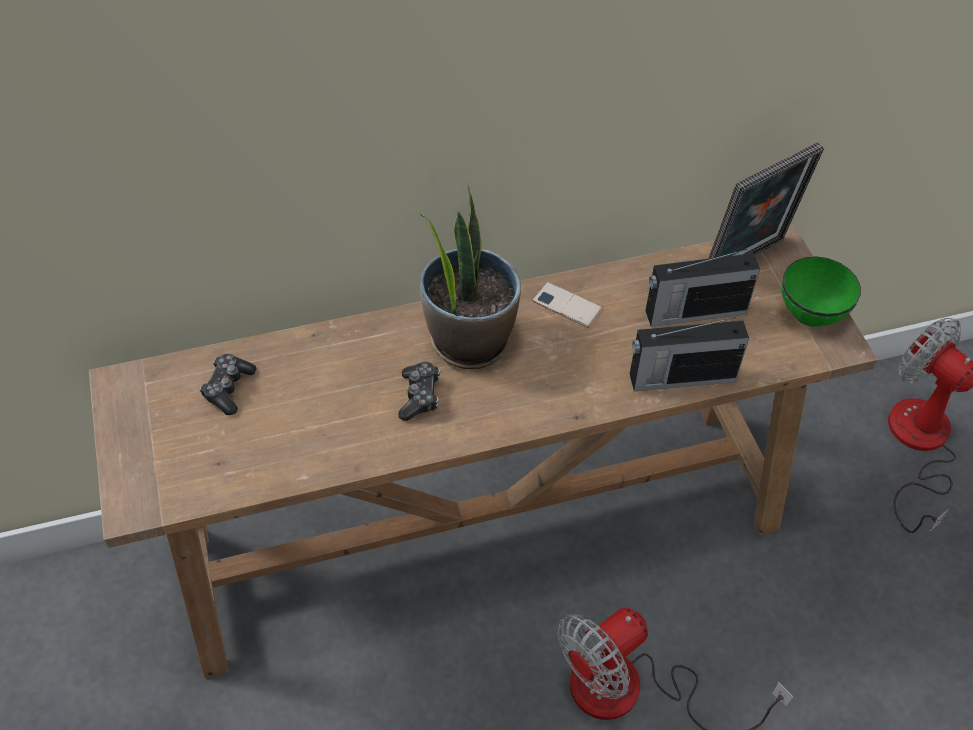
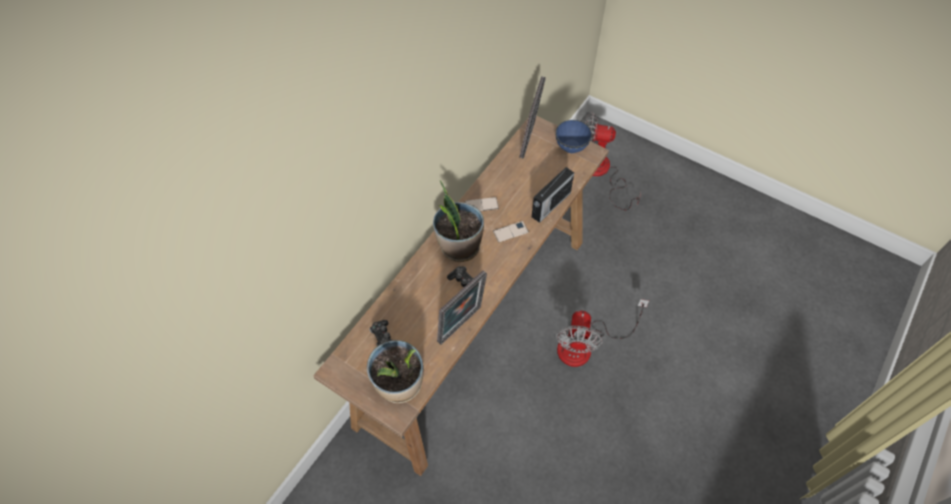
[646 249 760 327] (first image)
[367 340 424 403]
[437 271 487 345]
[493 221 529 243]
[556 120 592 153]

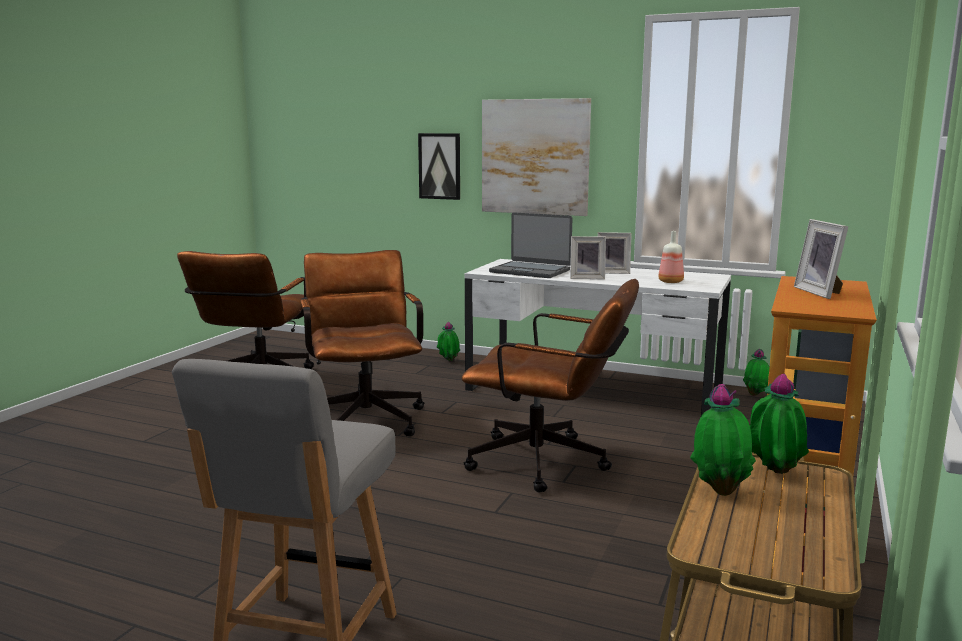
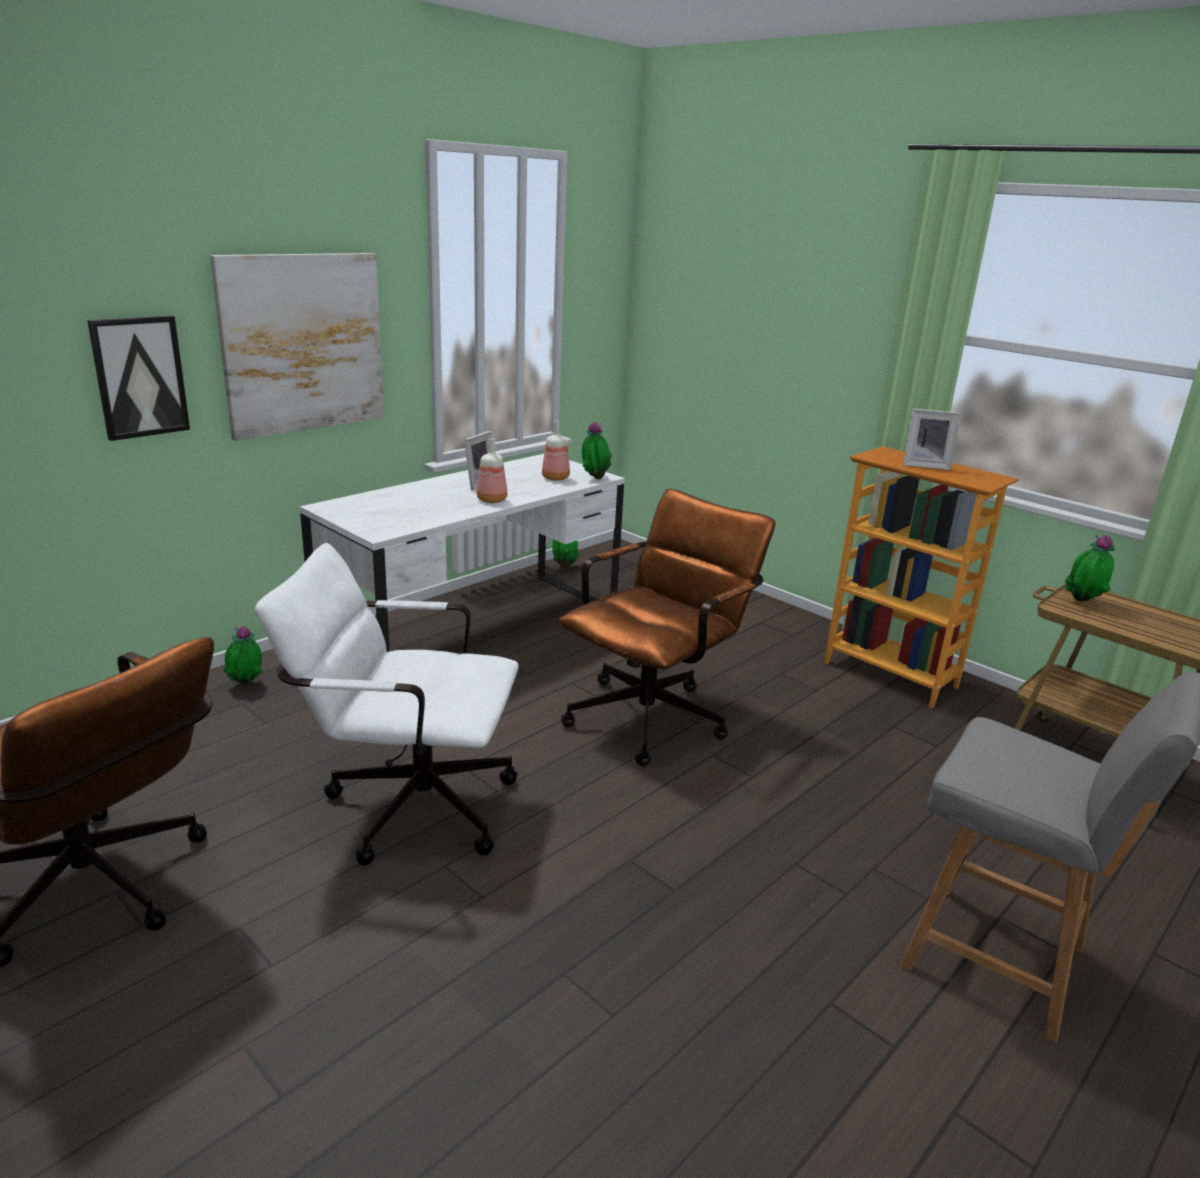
[489 212 572 278] (first image)
[582 422 612 479]
[477 438 507 503]
[255 543 519 865]

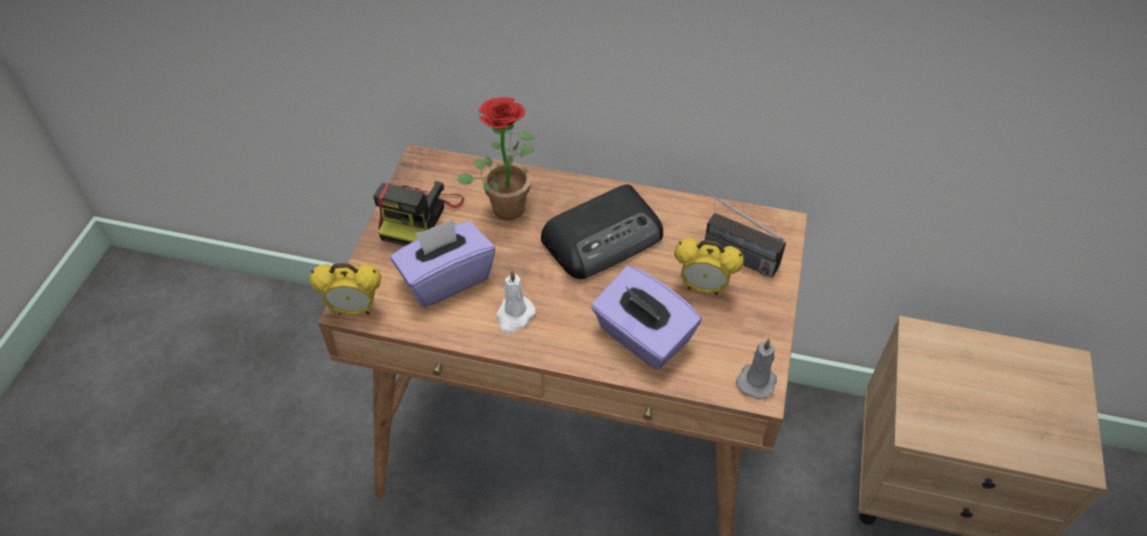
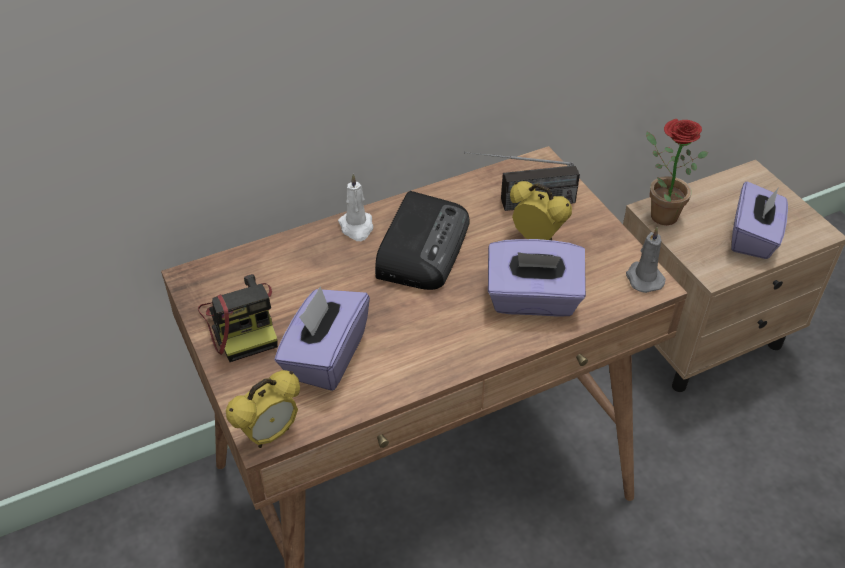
[731 181 788 259]
[646 119 708 225]
[338 174 374 241]
[510 181 572 240]

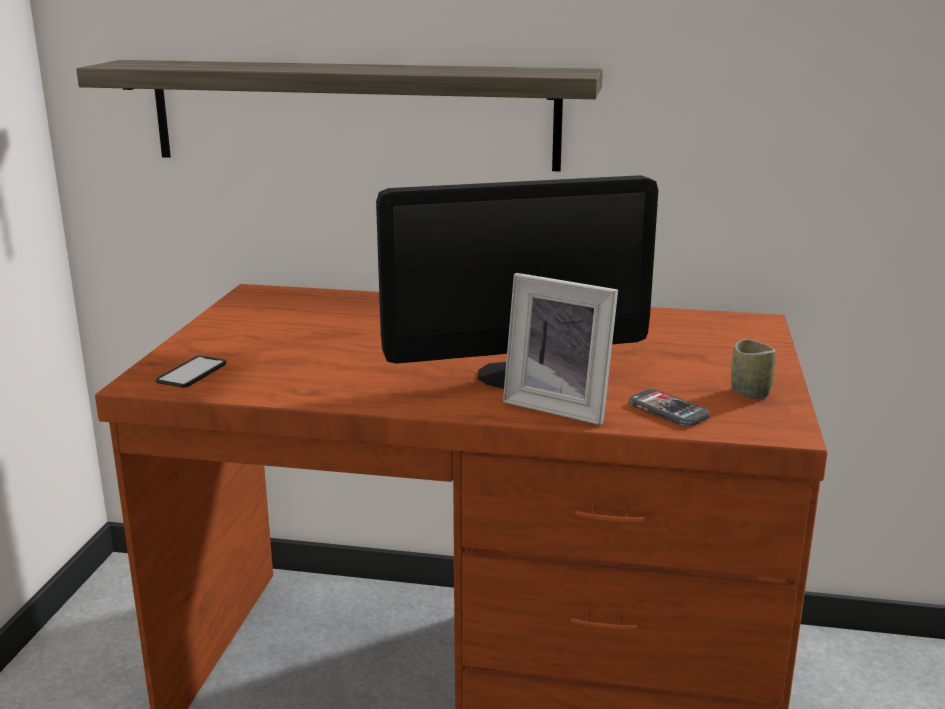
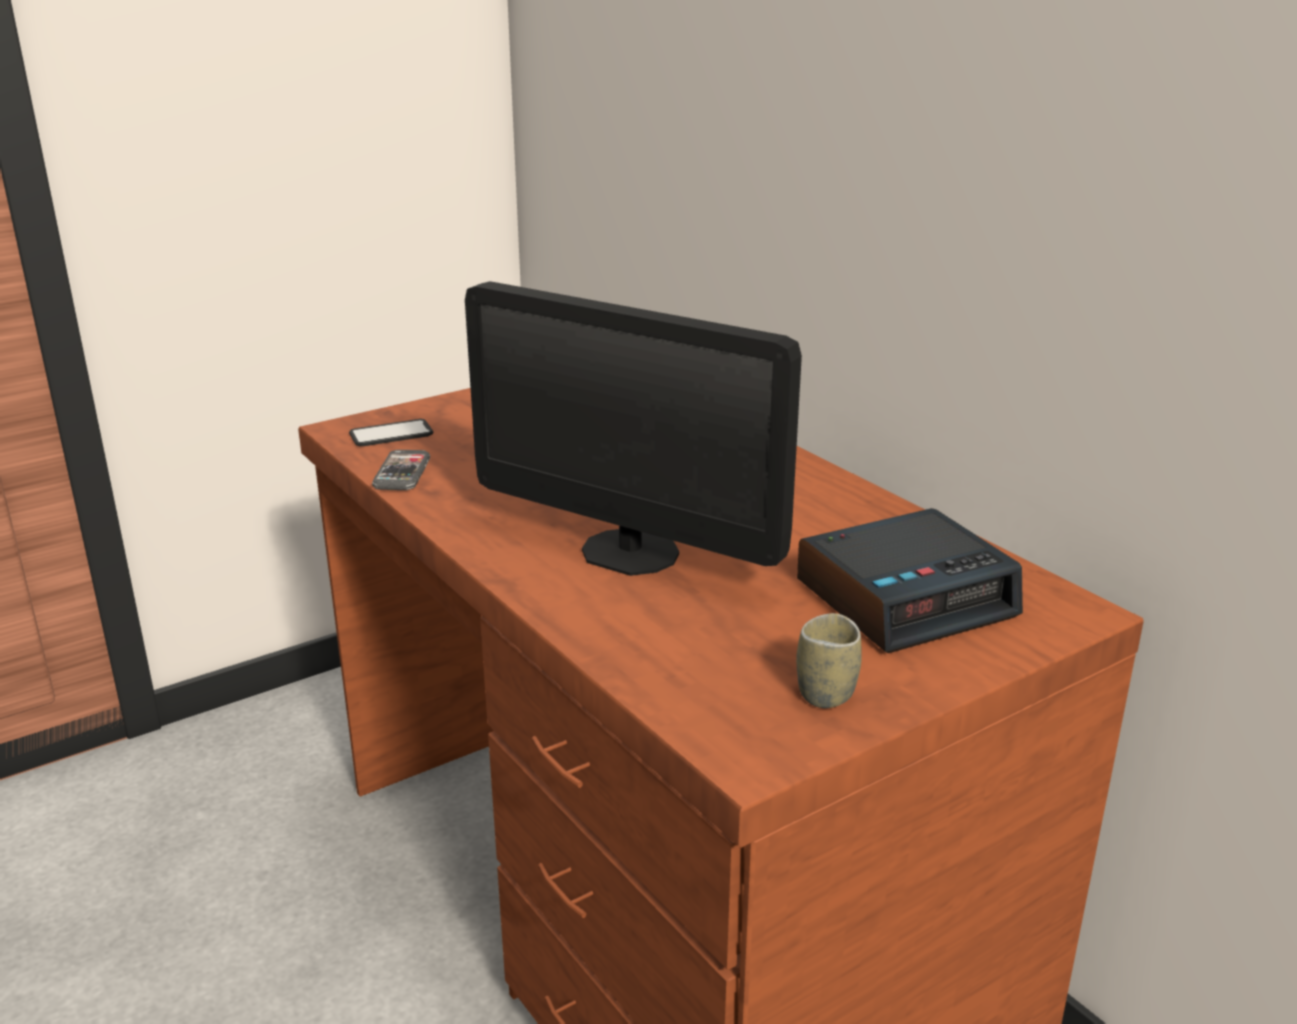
[76 60 603 171] (first image)
[503 273 618 425] (first image)
[797 508 1023 653]
[372 450 430 490]

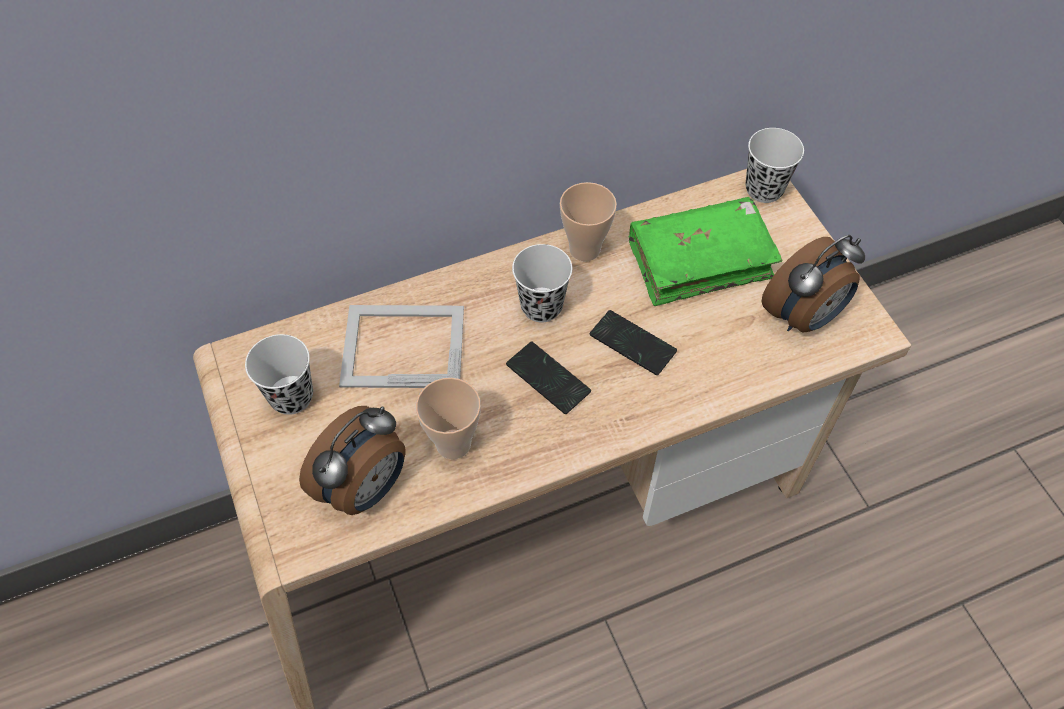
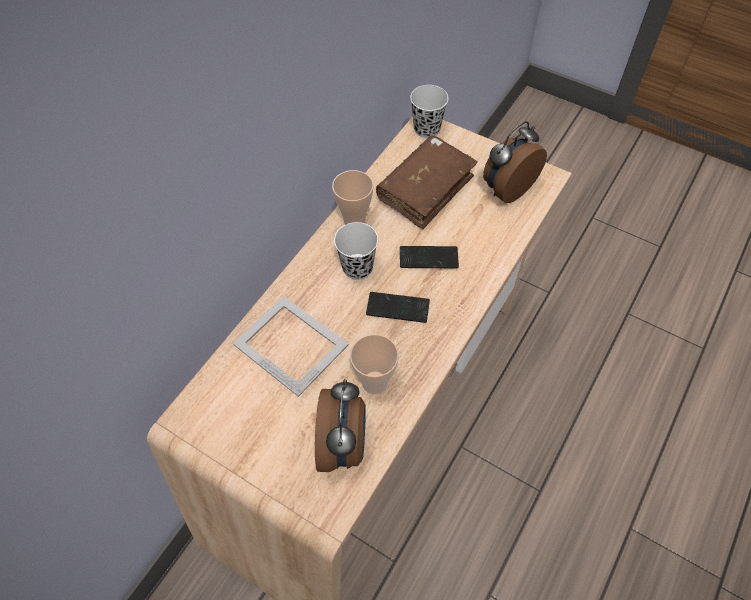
[245 334 313 415] (first image)
[376 136 478 229]
[233 296 349 397]
[483 121 547 203]

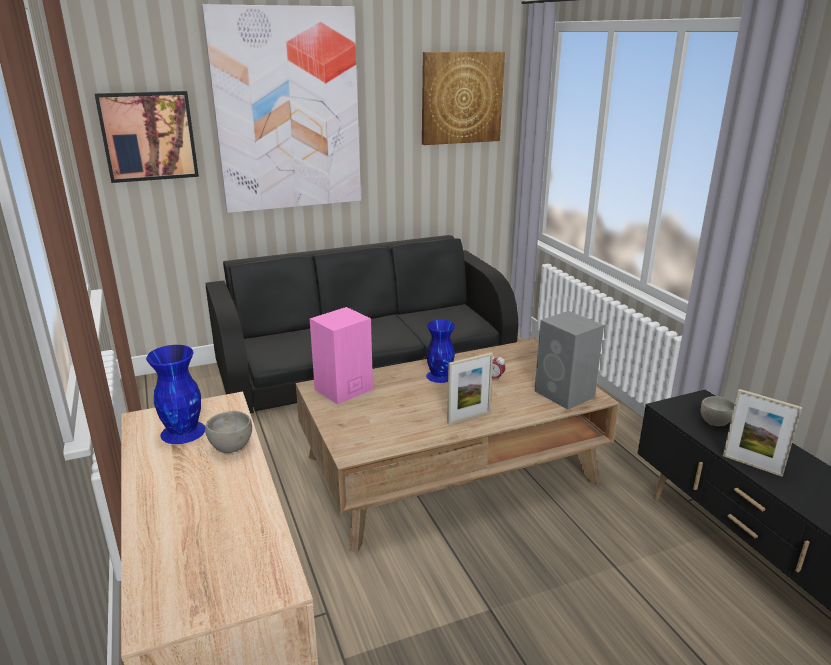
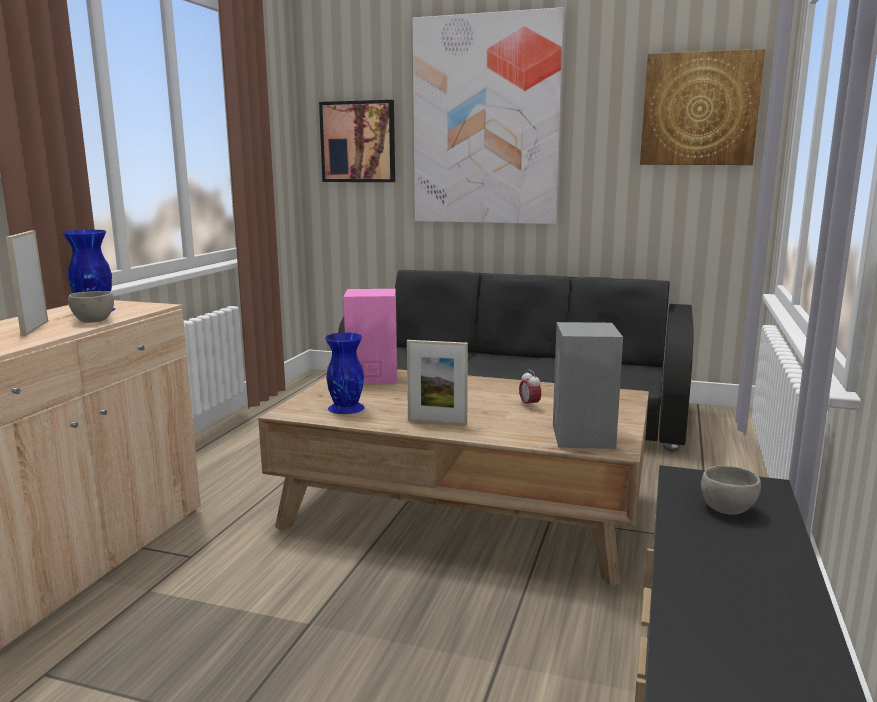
[325 332 365 414]
[6 231 48 336]

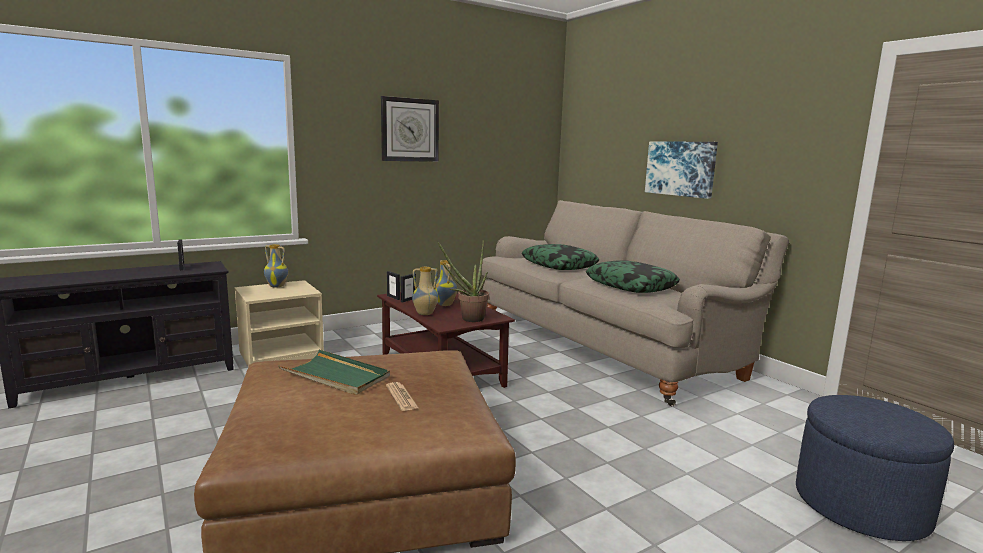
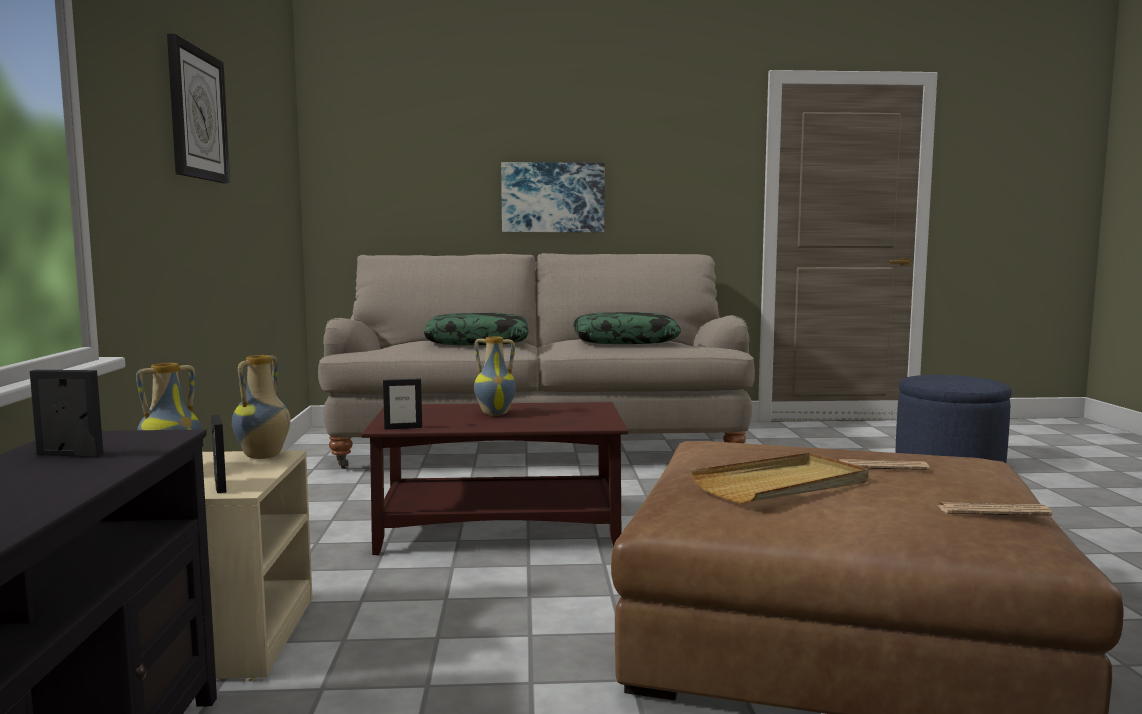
[437 241 489 322] (first image)
[937 502 1052 516]
[211 415 226 493]
[232 355 290 459]
[690 453 869 503]

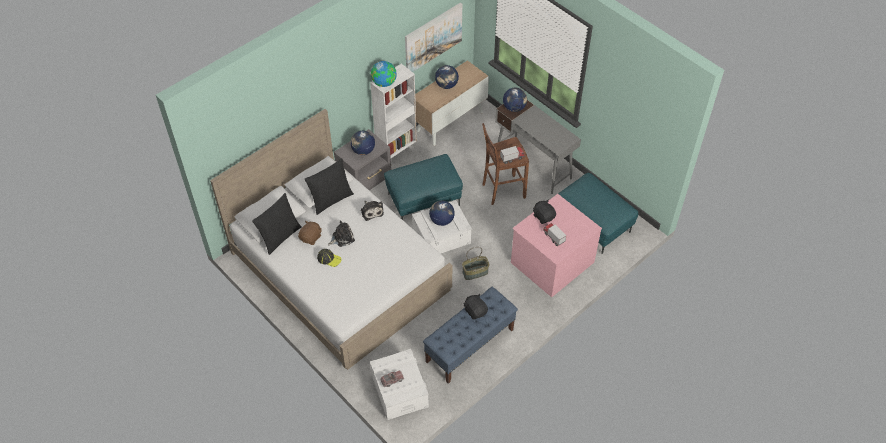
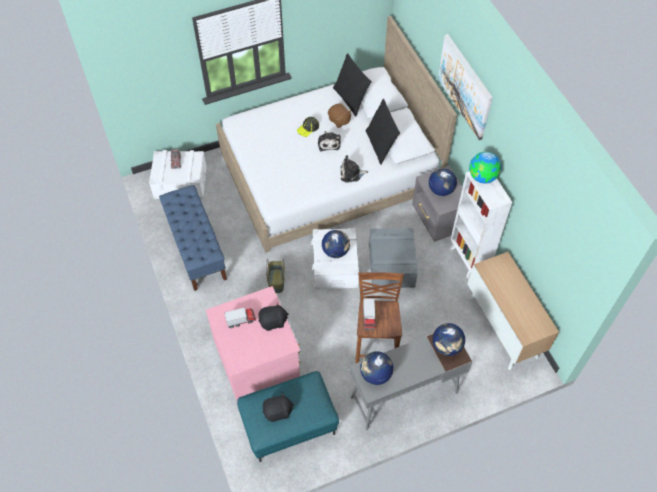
[438 34 493 140]
[360 351 393 385]
[263 392 294 422]
[369 228 418 288]

